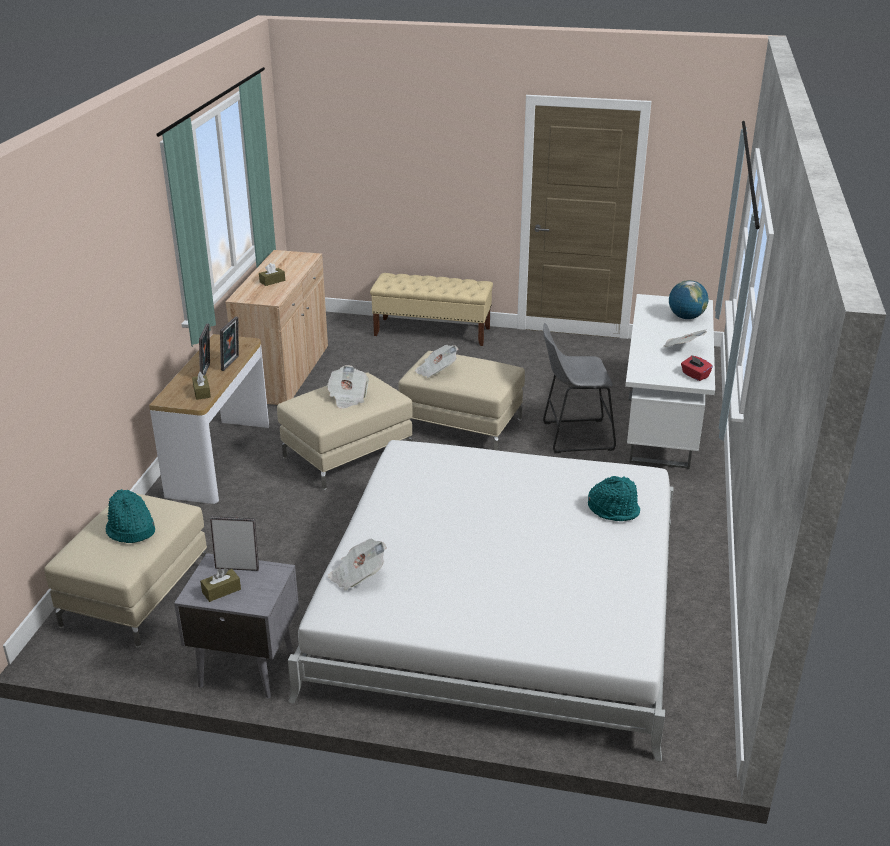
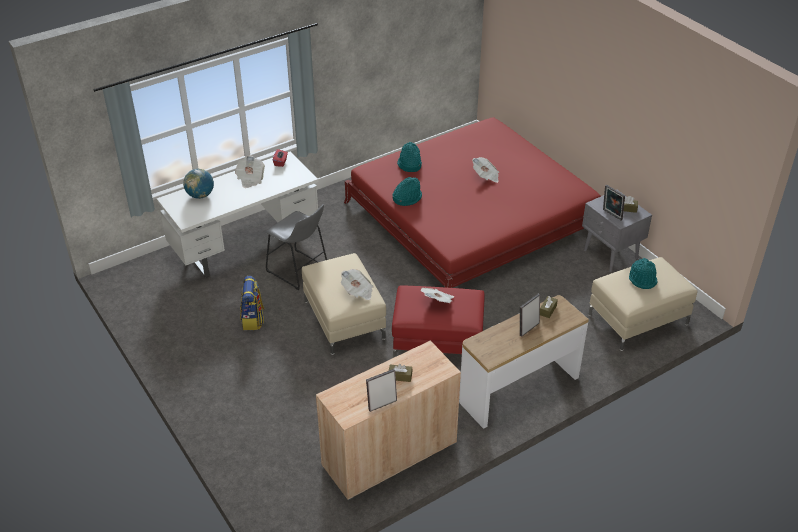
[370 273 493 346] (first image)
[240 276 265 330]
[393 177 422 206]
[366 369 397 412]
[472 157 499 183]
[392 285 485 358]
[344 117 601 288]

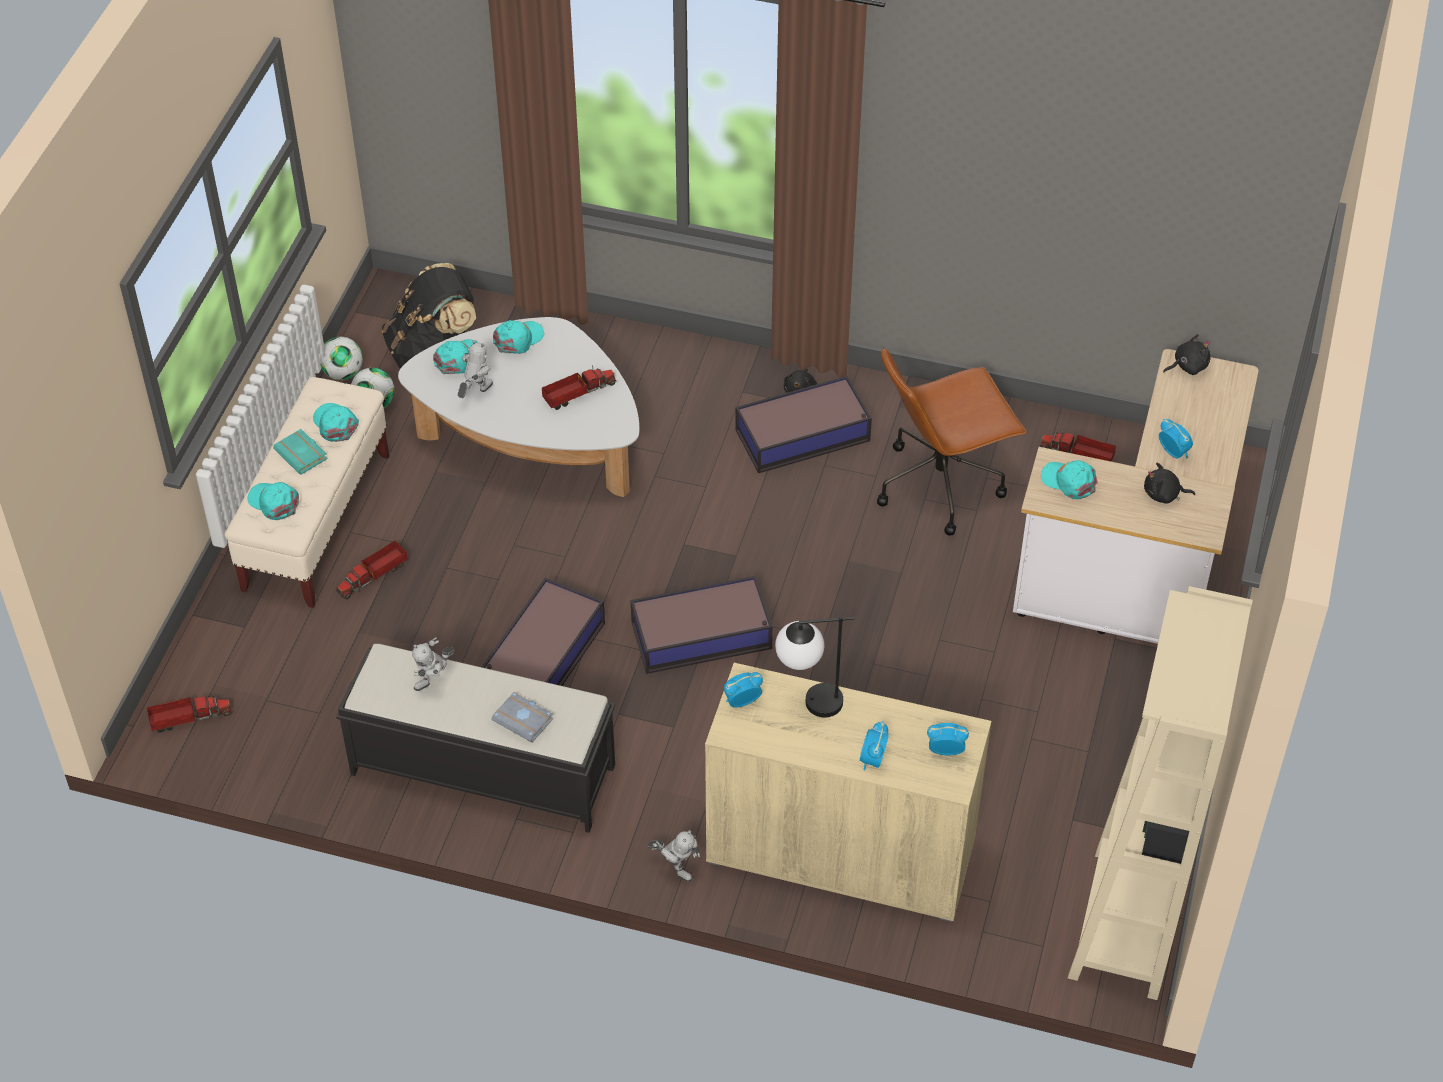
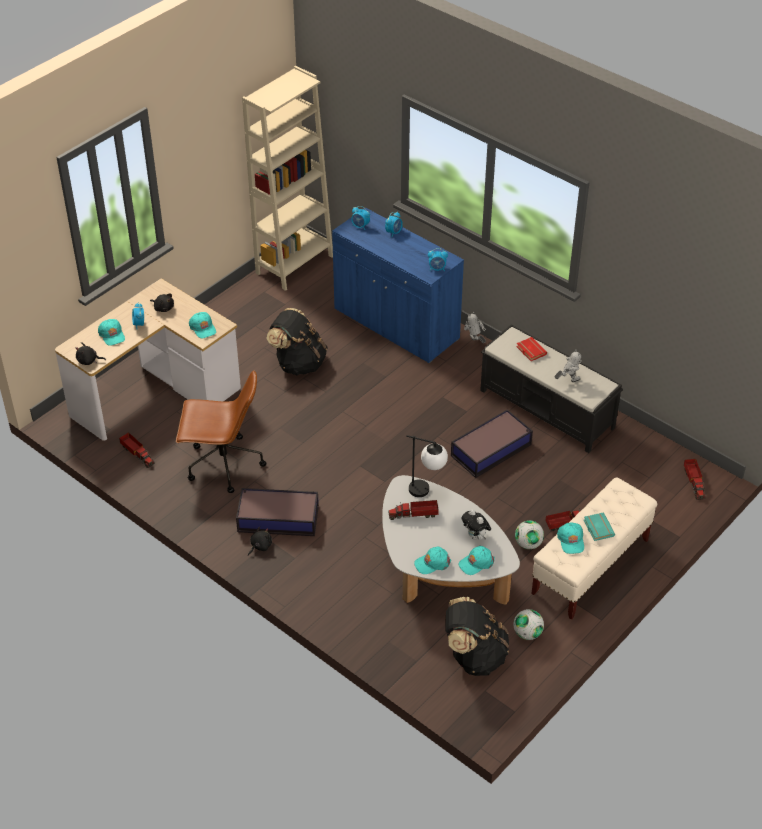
[631 576 773 674] (first image)
[266 308 328 375]
[98 319 125 346]
[515 520 544 549]
[406 435 448 497]
[462 509 491 540]
[516 337 547 361]
[332 208 464 363]
[684 459 705 500]

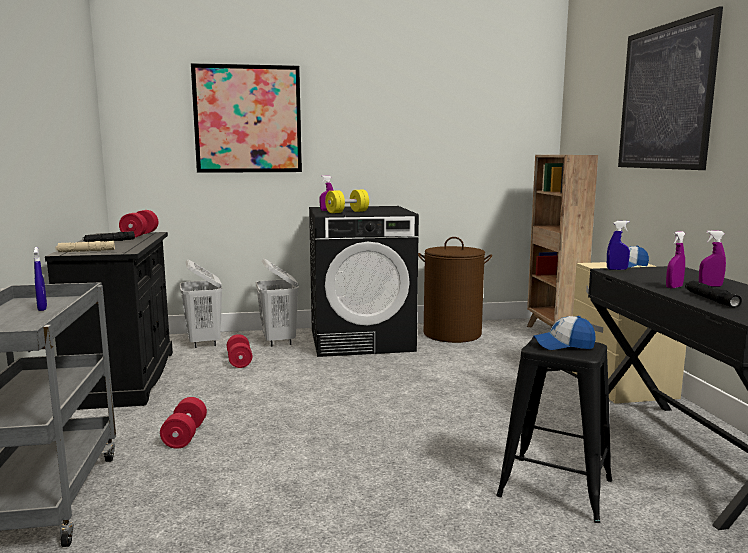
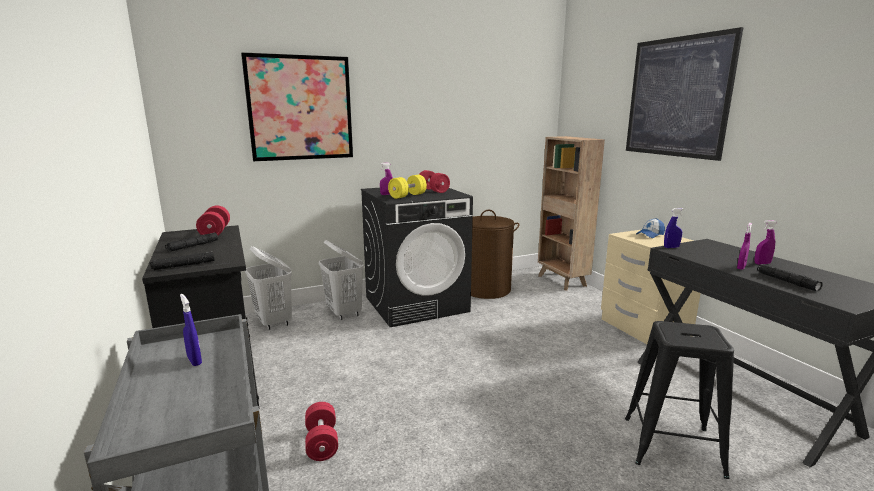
[533 316 596 350] (first image)
[419 170 450 193]
[150 252 214 270]

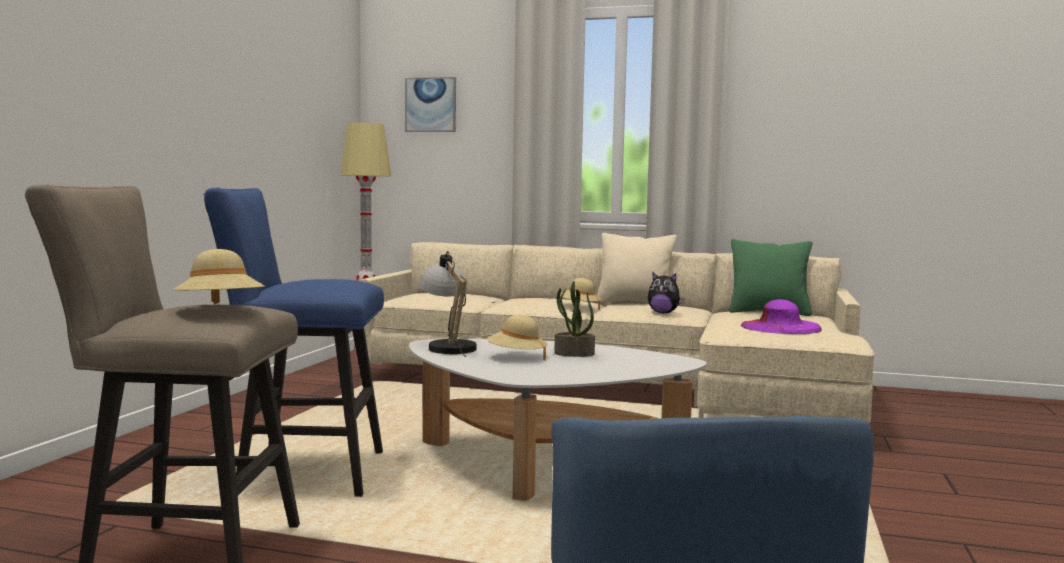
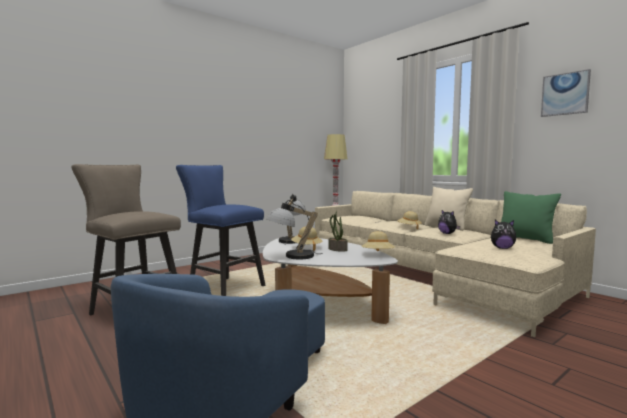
[266 200 323 259]
[362 231 395 251]
[541 69 591 117]
[491 220 516 249]

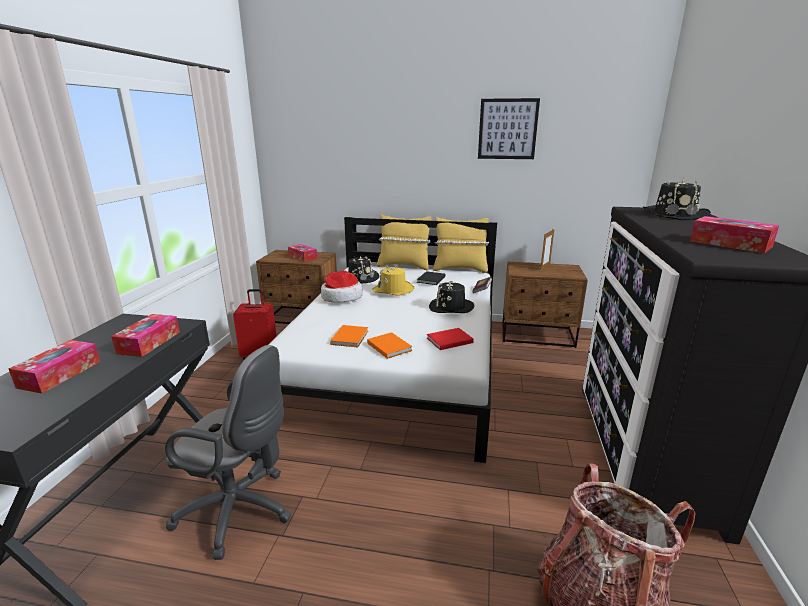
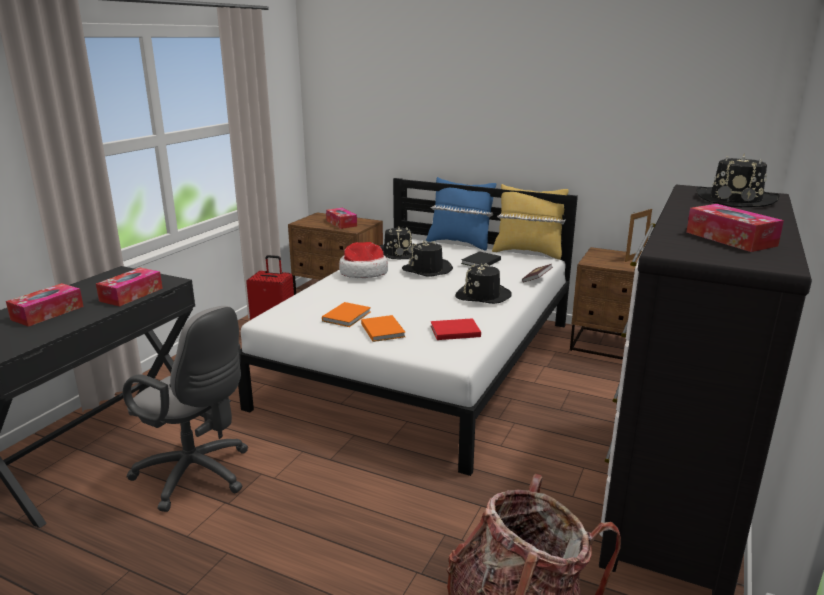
[478 98 540 159] (first image)
[402 241 453 277]
[426 177 496 251]

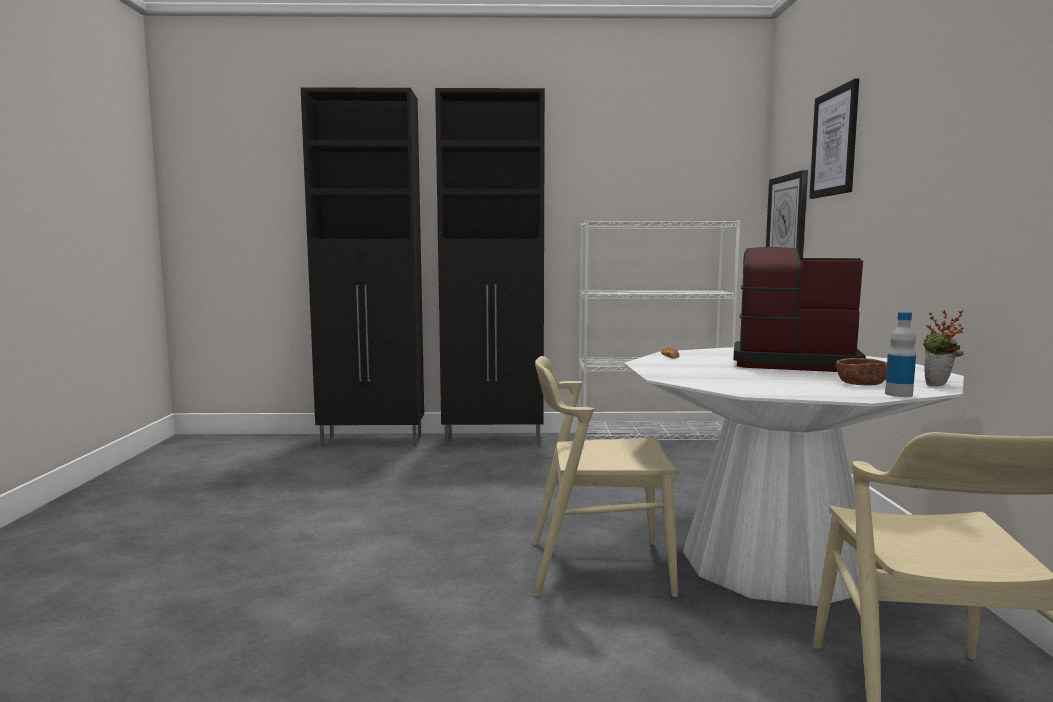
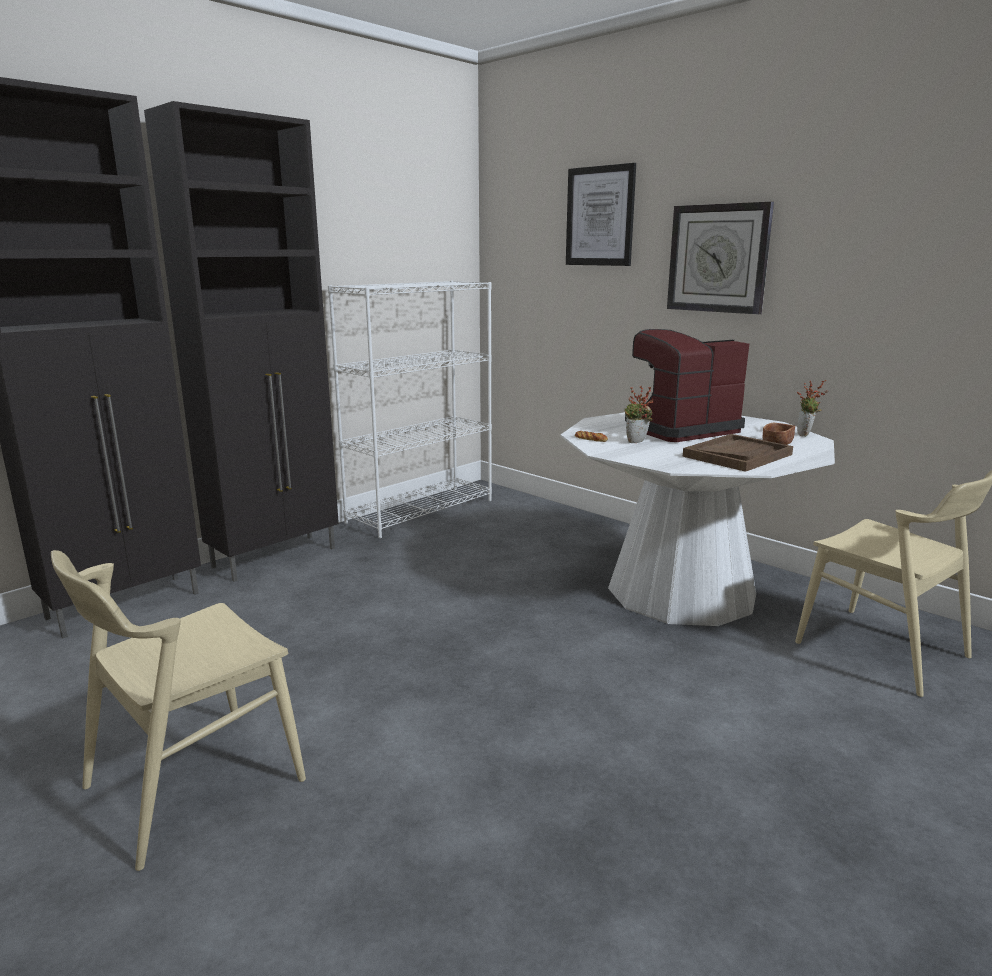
[885 312 916 397] (first image)
[625 386 653 443]
[683 434 793 472]
[51 550 306 871]
[667 202 774 314]

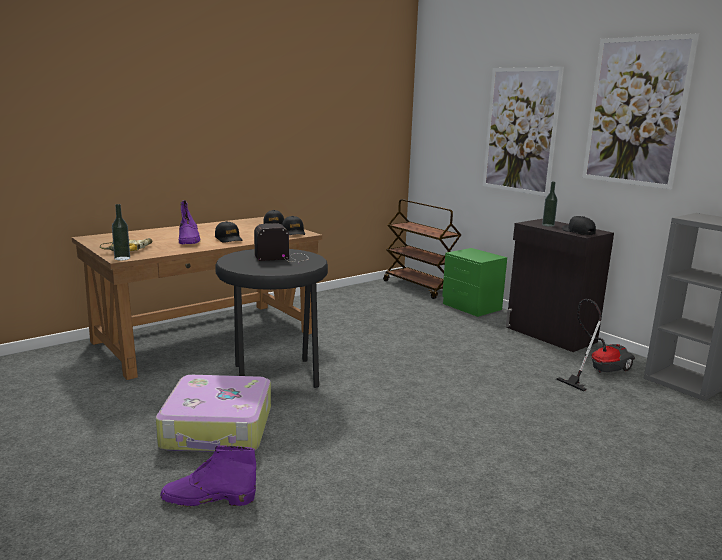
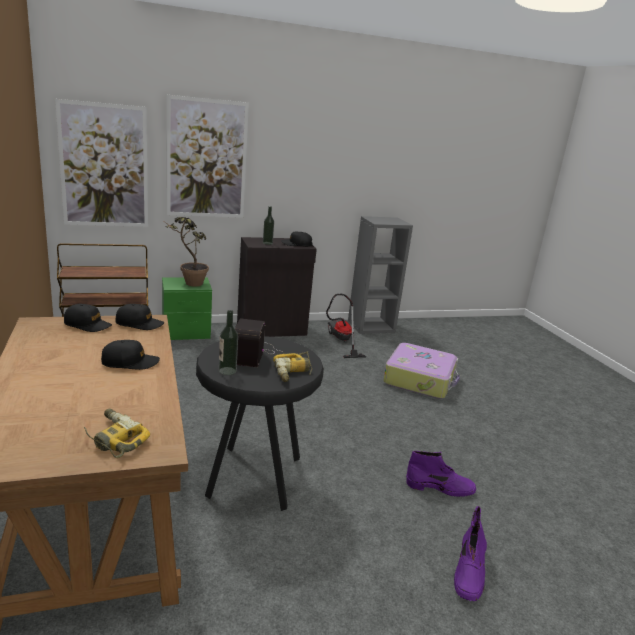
[165 217 209 287]
[273 351 312 382]
[219 310 238 375]
[383 343 460 399]
[406 451 476 497]
[55 99 148 227]

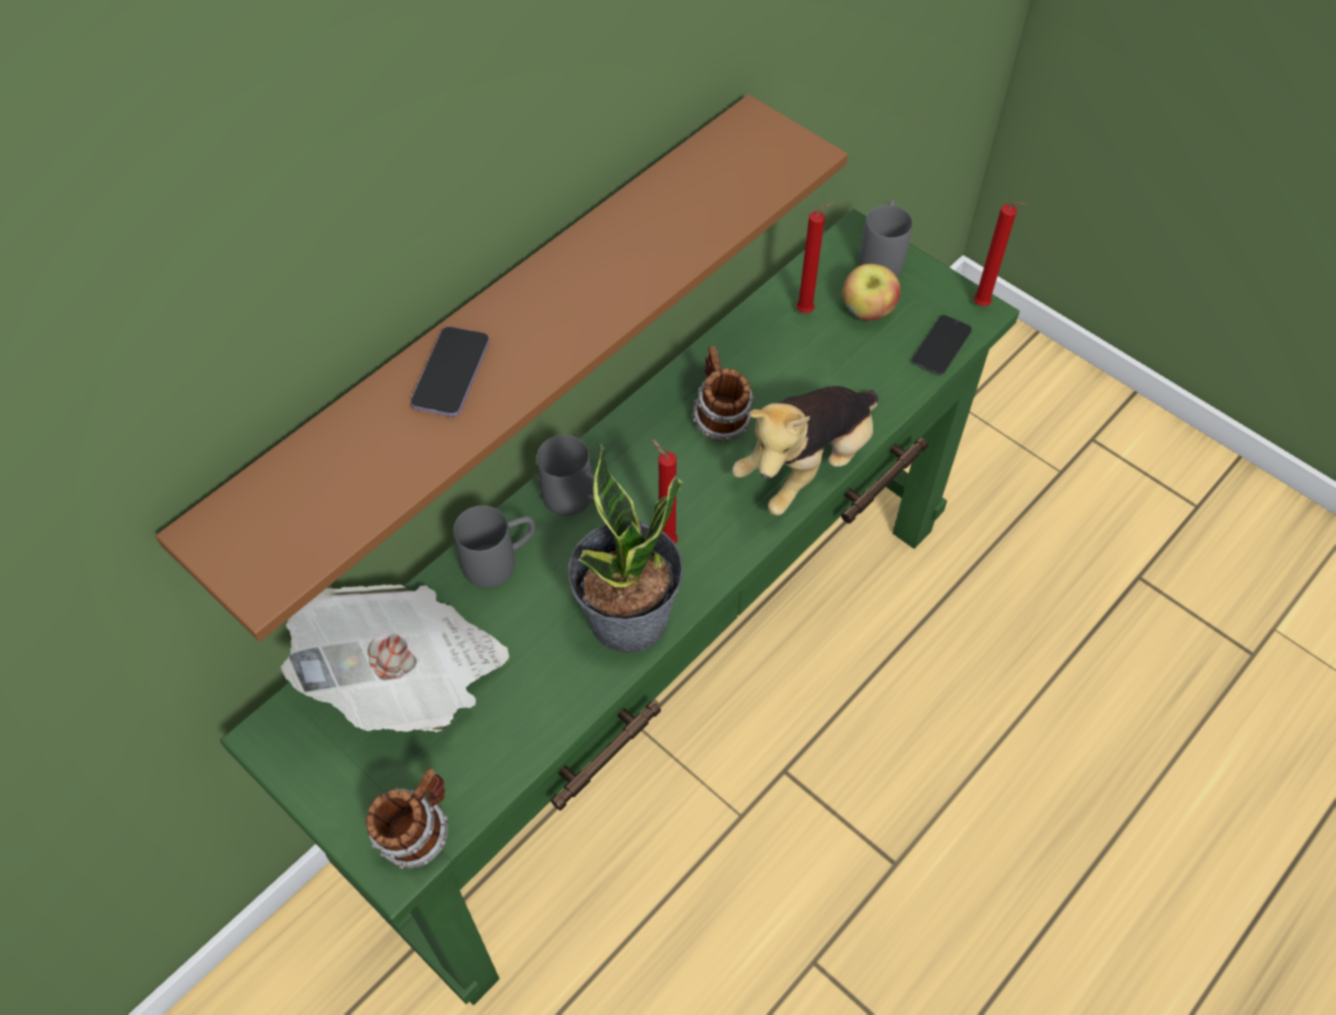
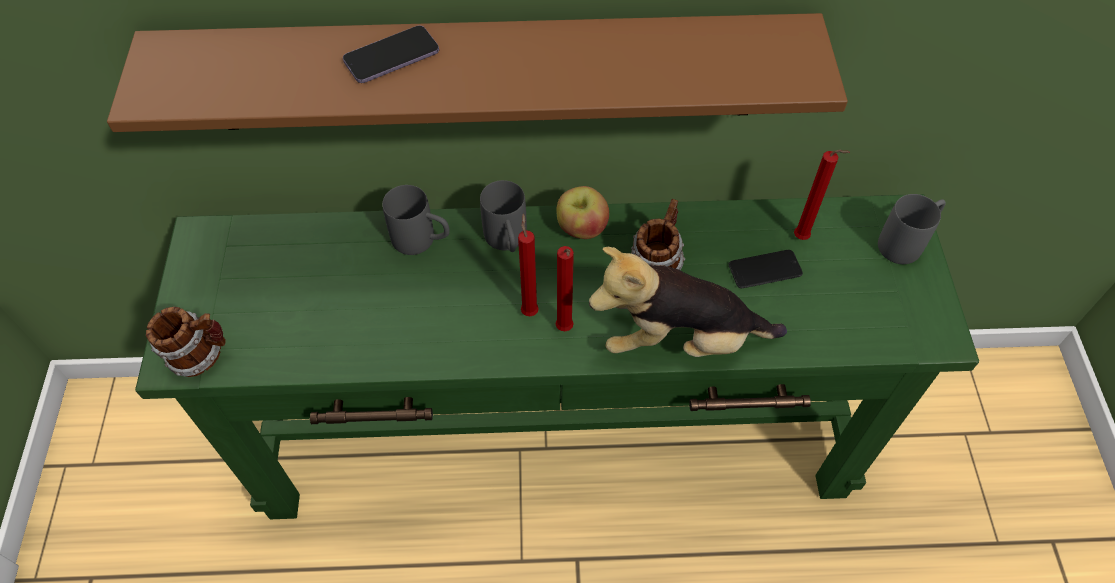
[281 585 509 732] (first image)
[568 443 683 653] (first image)
[556 186 609 239]
[729 250 803 288]
[555 246 574 331]

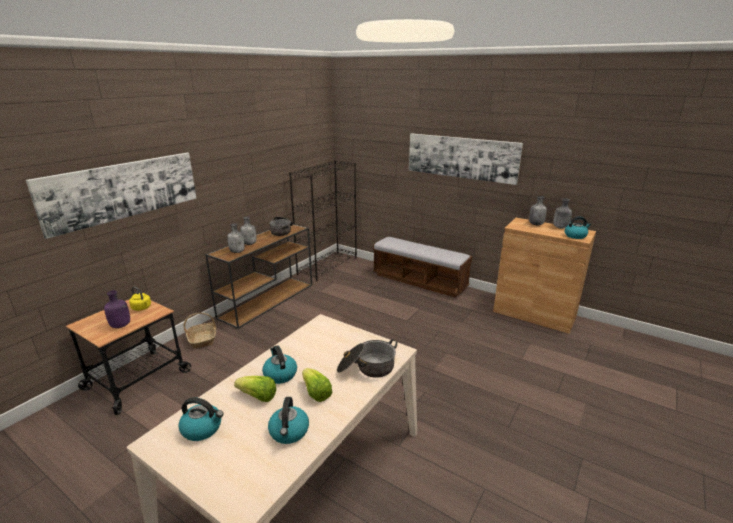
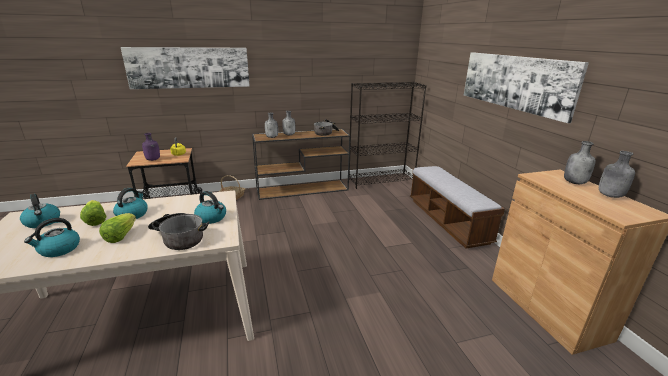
[194 191 226 224]

